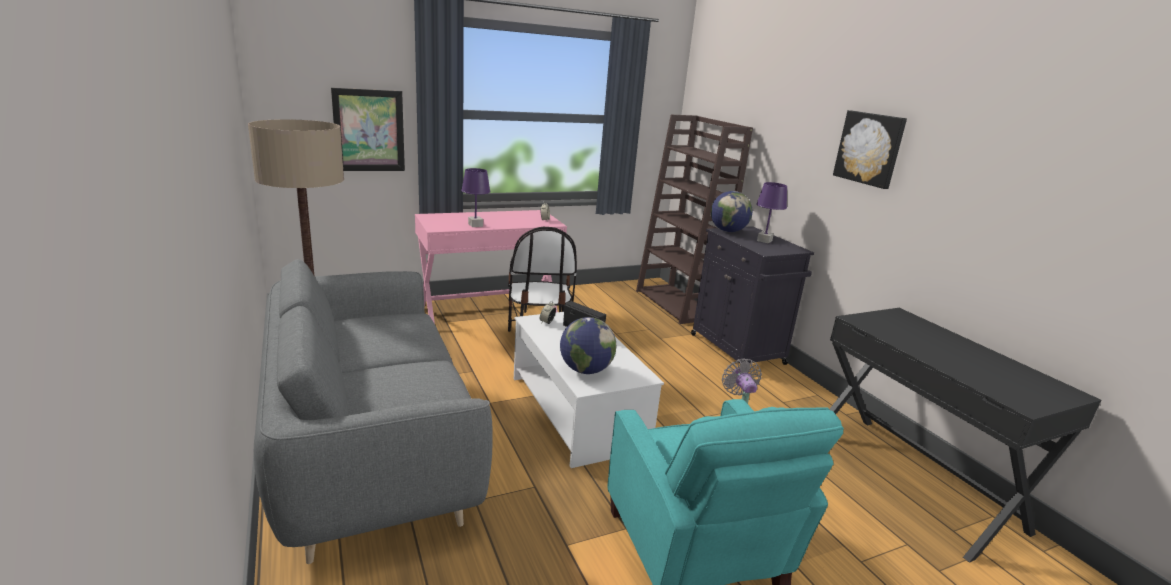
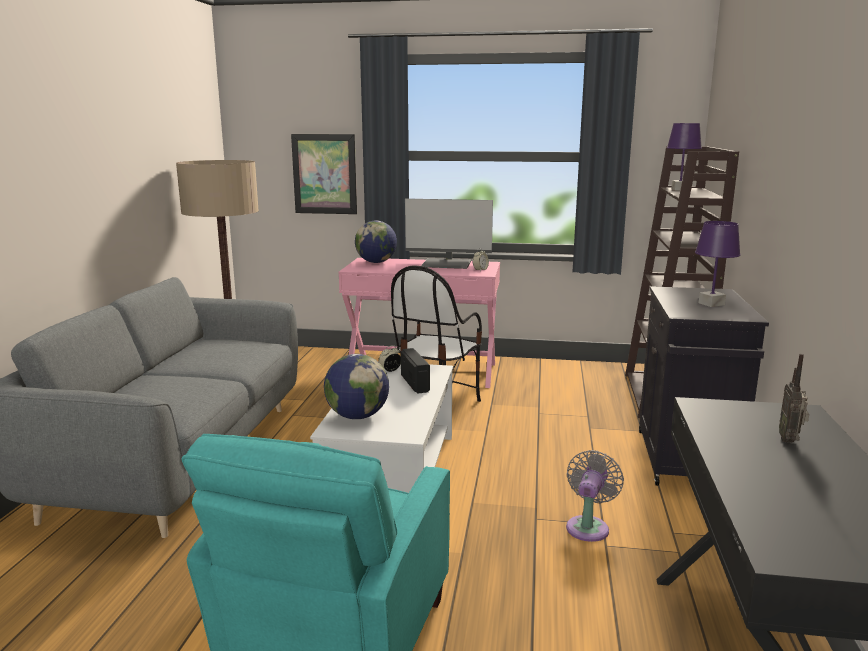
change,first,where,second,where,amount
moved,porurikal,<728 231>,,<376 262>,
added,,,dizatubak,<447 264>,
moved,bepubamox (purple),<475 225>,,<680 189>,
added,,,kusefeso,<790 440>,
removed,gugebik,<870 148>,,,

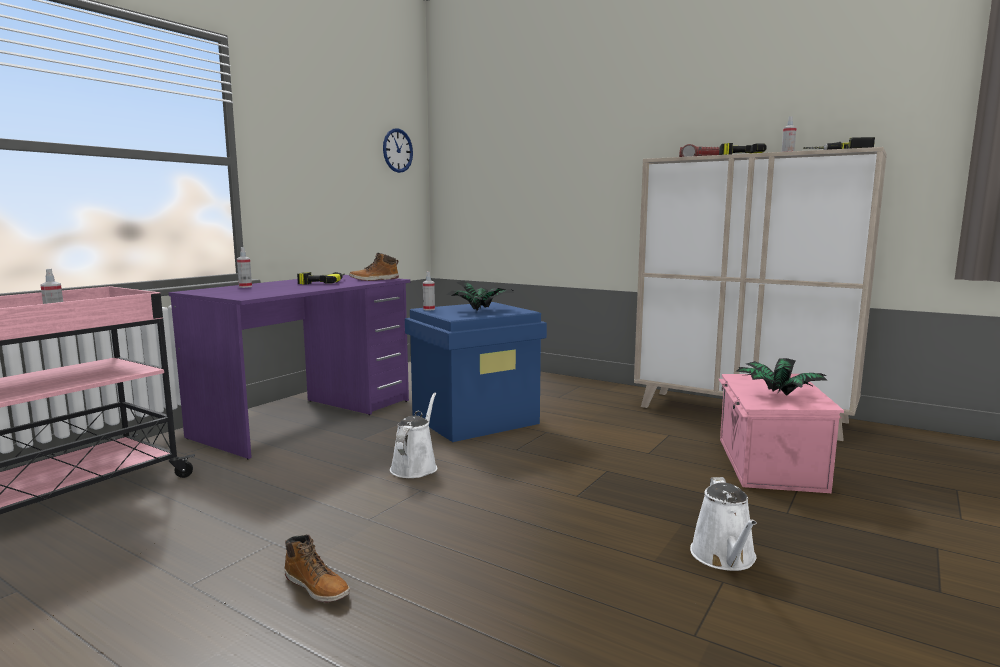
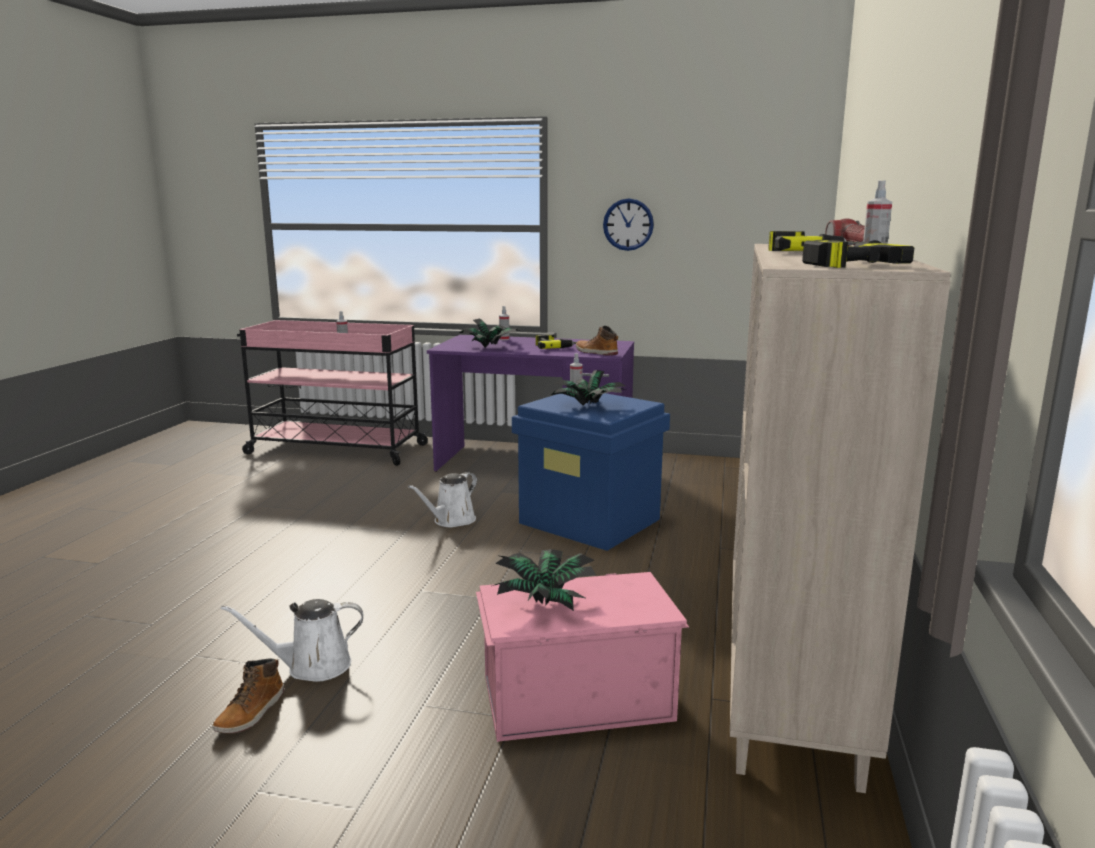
change,first,where,second,where,amount
moved,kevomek,<317 587>,,<251 713>,
turned,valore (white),<415 466>,,<451 521>,135 degrees clockwise
added,,,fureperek,<490 347>,
moved,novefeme,<397 150>,,<628 224>,

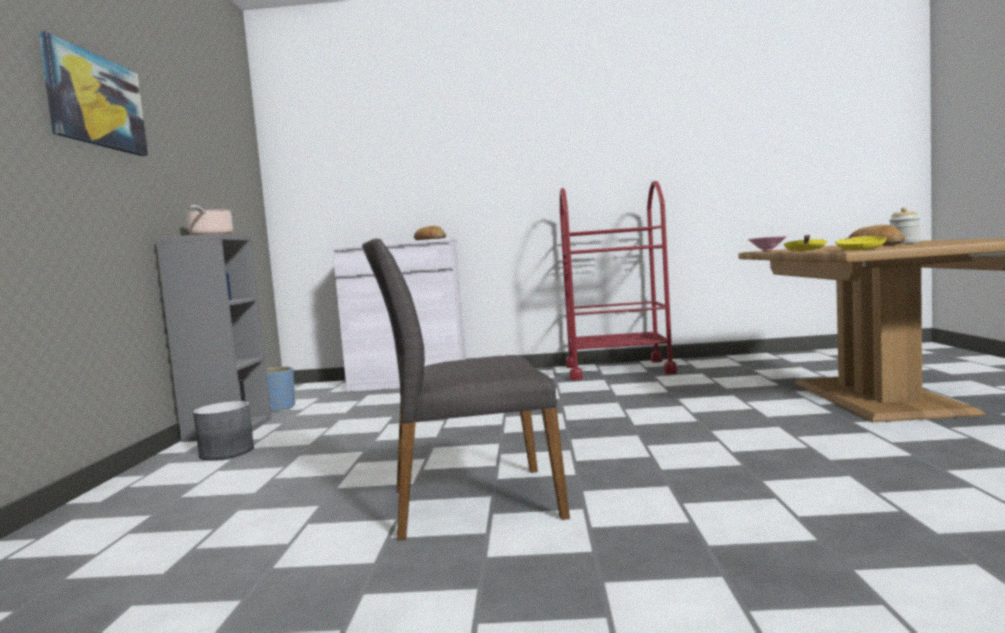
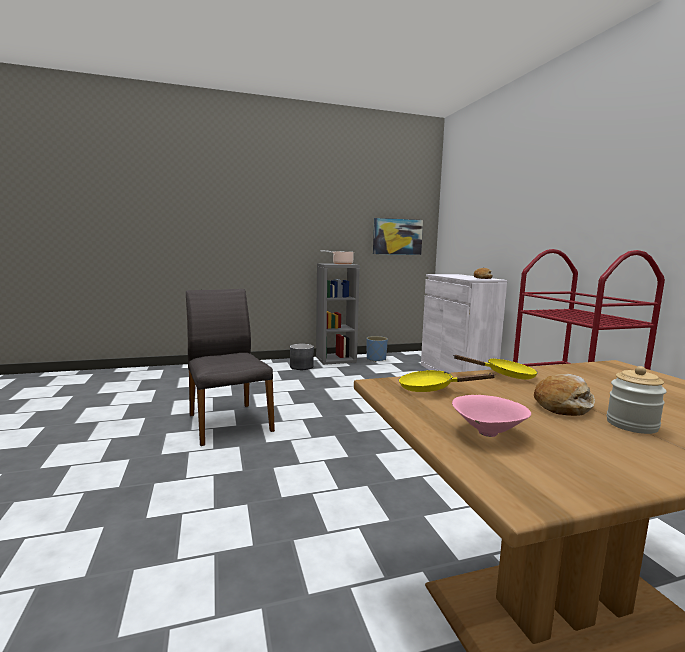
change,first,where,second,where,amount
moved,gugebik,<95 101>,,<397 236>,
moved,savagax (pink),<768 251>,,<486 434>,

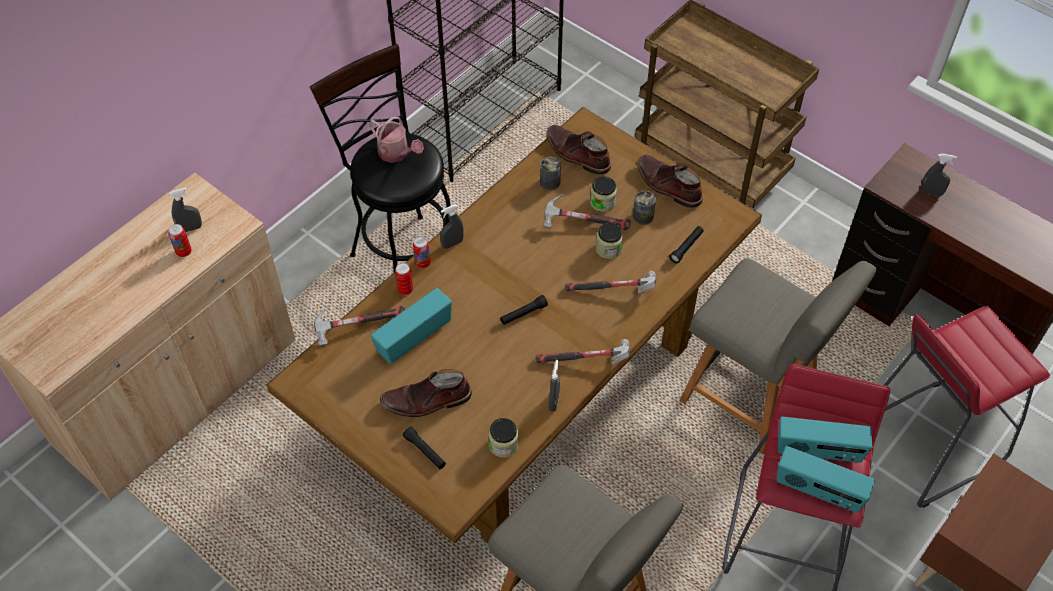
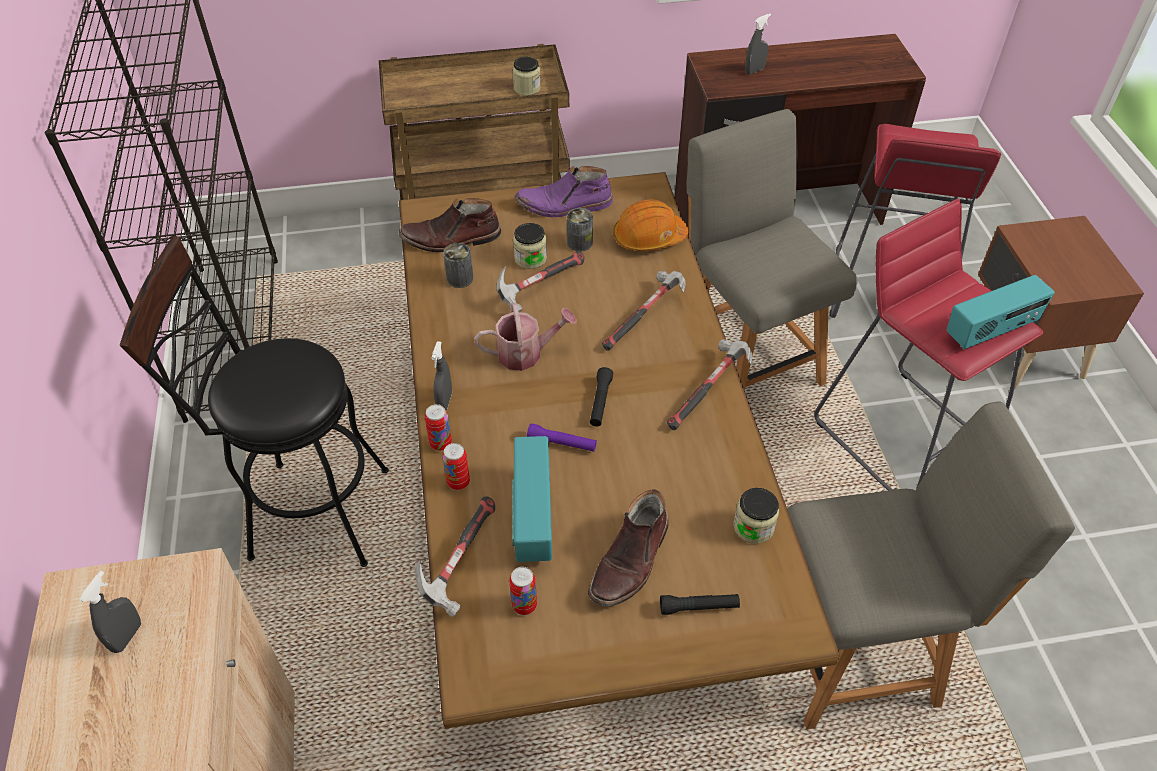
change,first,where,second,where,amount
moved,valore,<397 153>,,<526 353>,
moved,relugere,<184 252>,,<524 605>,
moved,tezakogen,<608 249>,,<527 88>,
recoloured,kevomek (brown),<667 186>,kevomek (purple),<564 205>,
added,,,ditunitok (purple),<562 443>,
replaced,ditunitok (black),<686 247>,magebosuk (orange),<648 238>,
turned,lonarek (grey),<752 396>,,<745 362>,105 degrees counterclockwise
removed,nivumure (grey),<554 402>,,,
removed,kusefeso,<818 451>,,,

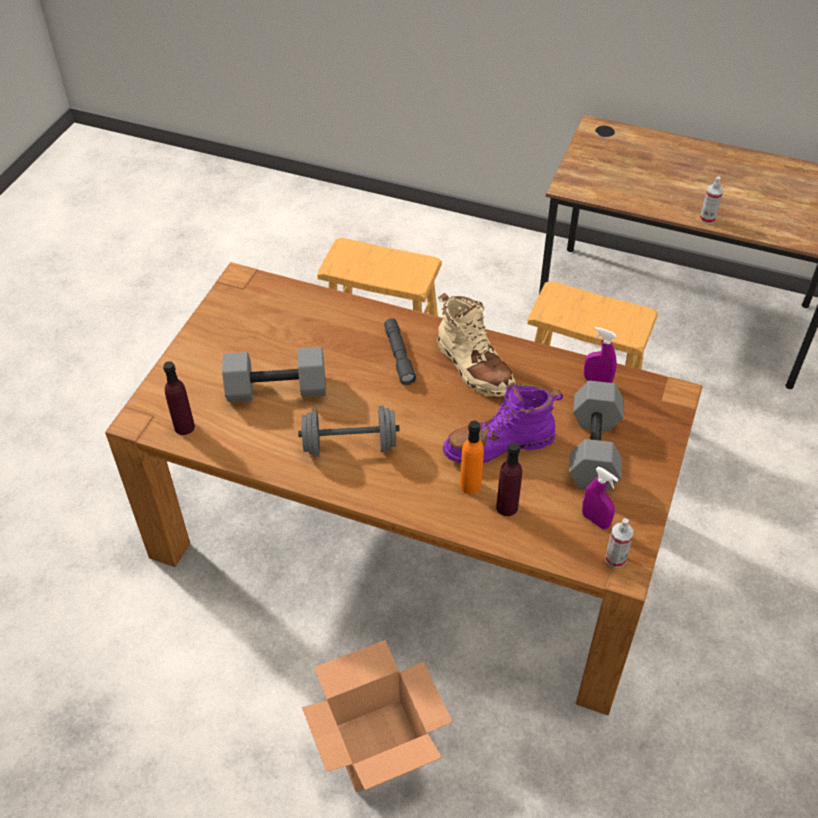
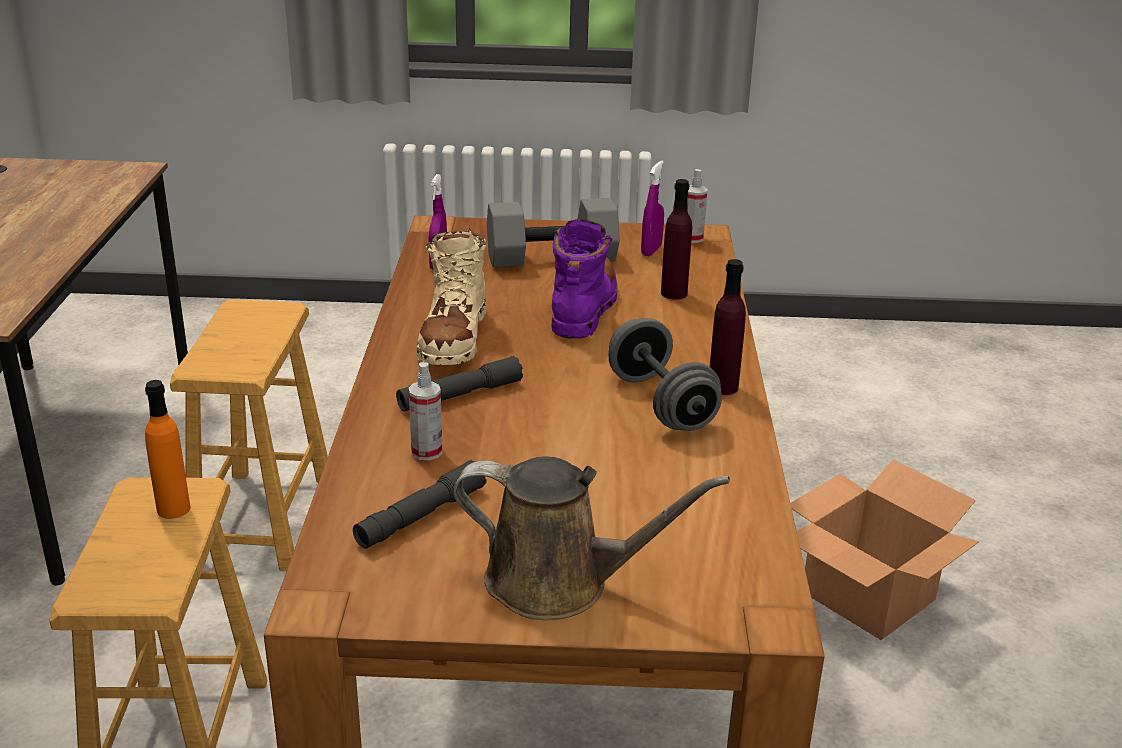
change,first,where,second,where,amount
moved,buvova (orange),<470 485>,,<173 509>,
added,,,ditunitok (grey),<421 516>,
moved,nivumure,<707 219>,,<426 452>,
turned,kevomek (beige),<474 367>,,<453 338>,150 degrees clockwise
added,,,valore (brown),<559 583>,
turned,kevomek (purple),<499 445>,,<583 307>,135 degrees counterclockwise
moved,buvova (purple),<184 427>,,<723 387>,
removed,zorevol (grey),<278 388>,,,

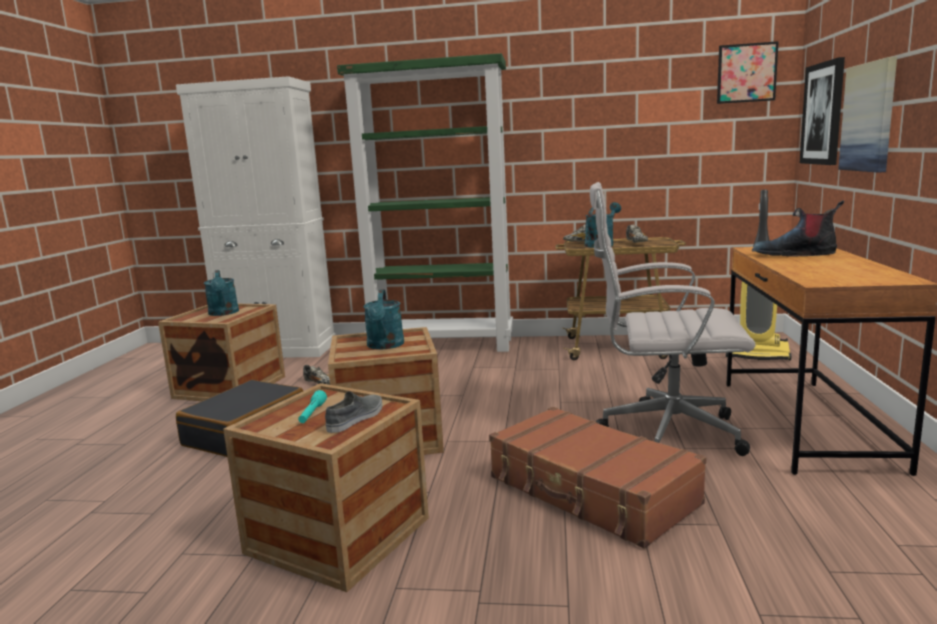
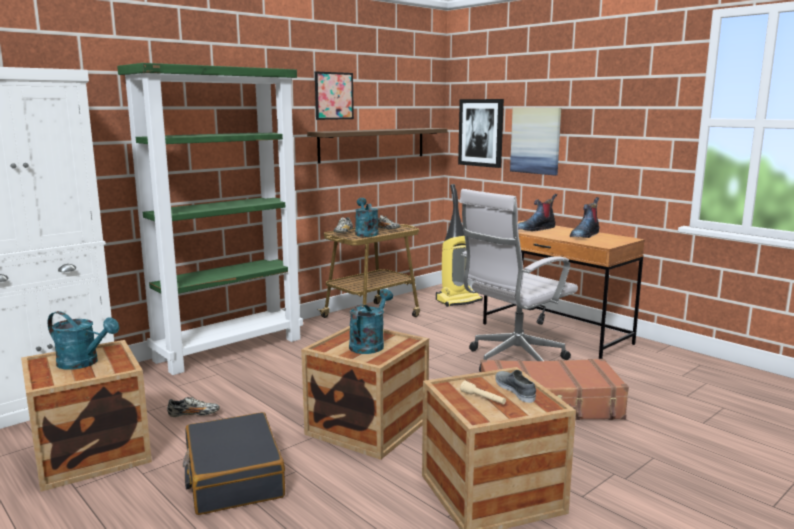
change,first,where,second,where,amount
added,,,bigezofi,<373 144>,
moved,gugebik,<746 73>,,<334 96>,
turned,valore (turquoise),<385 346>,,<369 344>,105 degrees counterclockwise
recoloured,ditunitok (turquoise),<312 414>,ditunitok (beige),<483 399>,
added,,,kevomek,<584 235>,

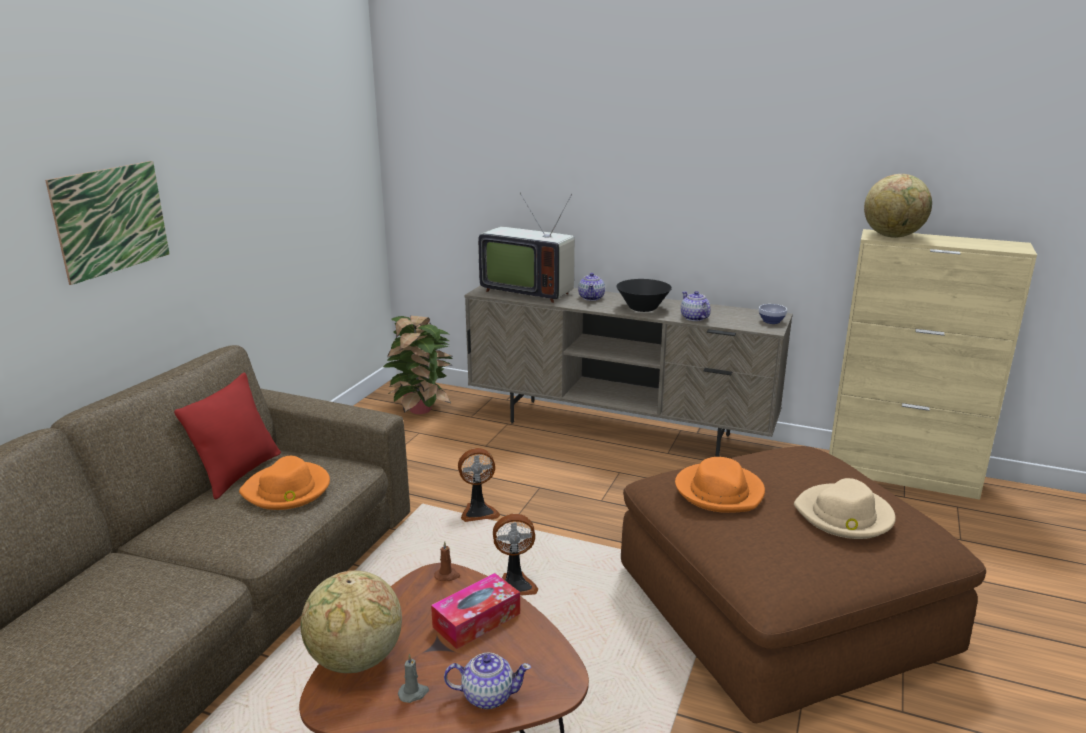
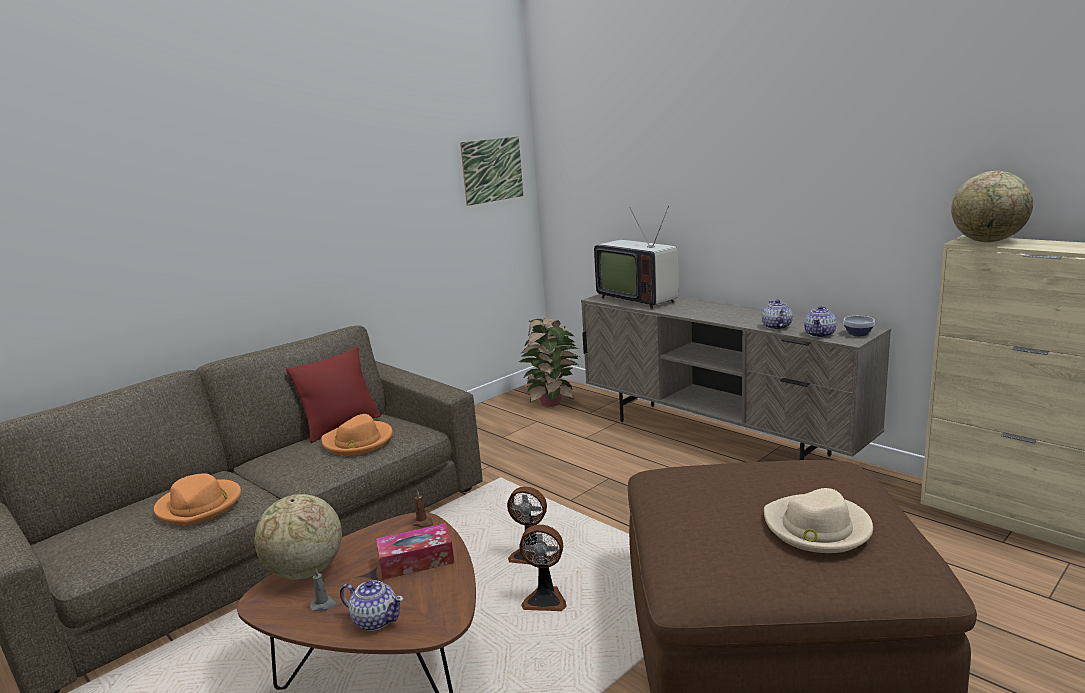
change,first,where,second,where,amount
moved,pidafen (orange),<719 491>,,<200 505>,
moved,gugebik,<111 220>,,<492 170>,
moved,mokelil,<478 512>,,<545 599>,
moved,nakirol,<591 298>,,<820 334>,
removed,savagax (black),<642 308>,,,

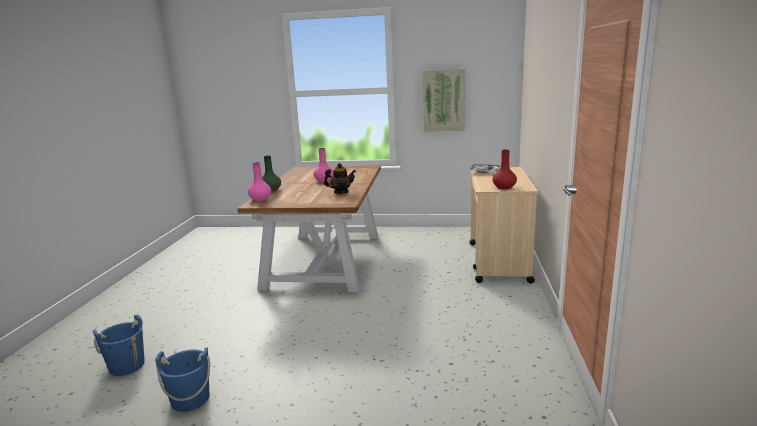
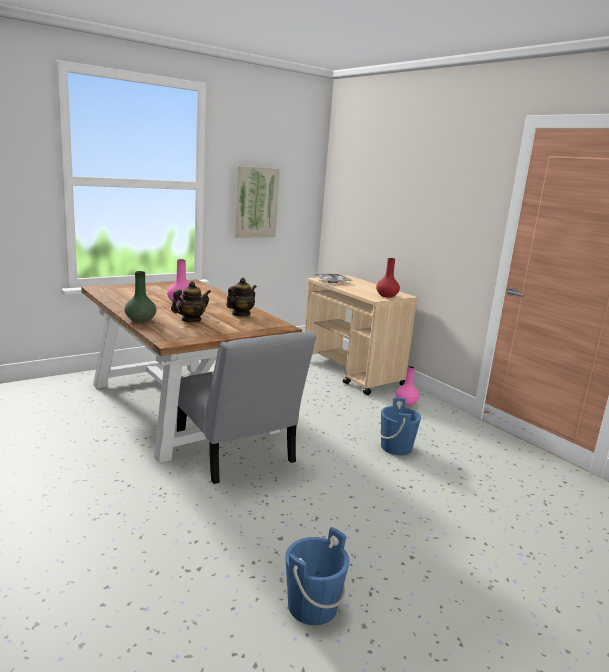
change,first,where,second,where,amount
added,,,nakirol,<191 320>,
added,,,lonarek (grey),<237 455>,
moved,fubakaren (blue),<127 366>,,<396 447>,
moved,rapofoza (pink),<260 199>,,<406 403>,

